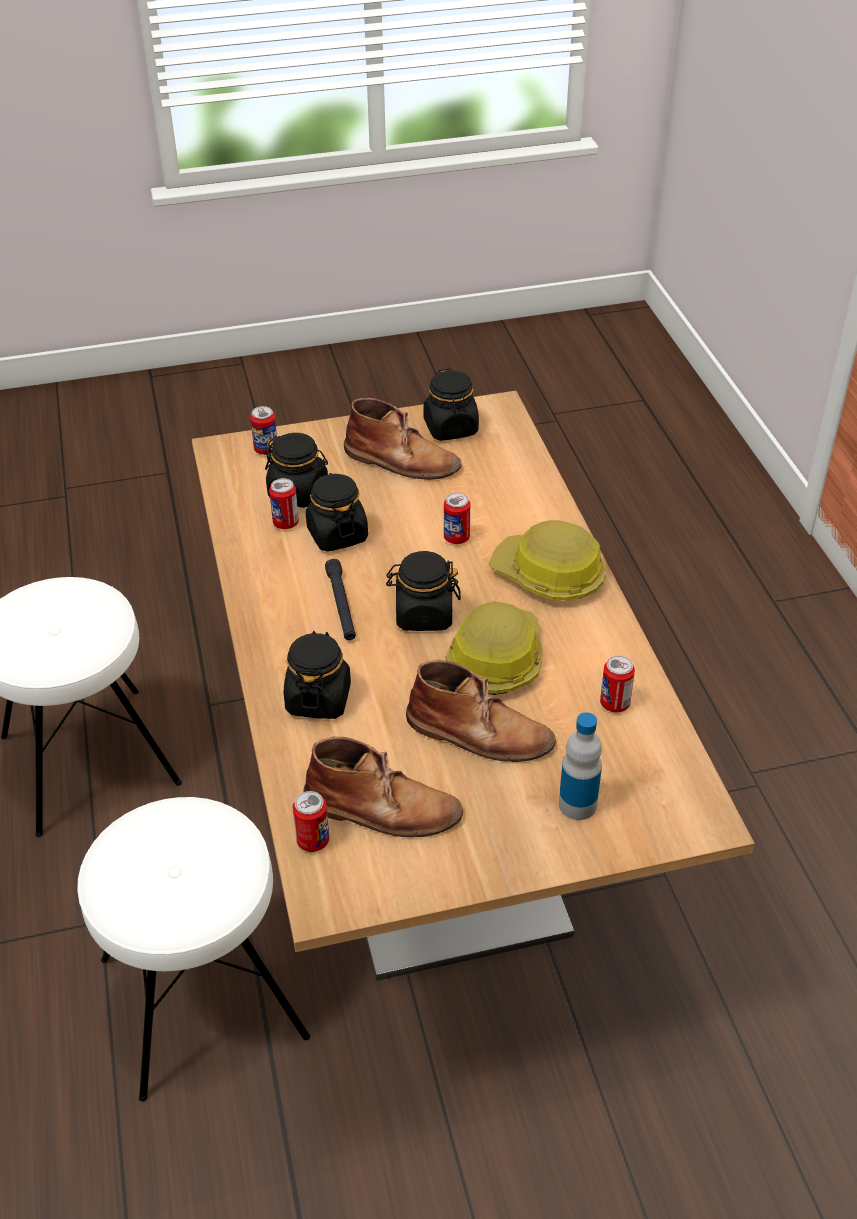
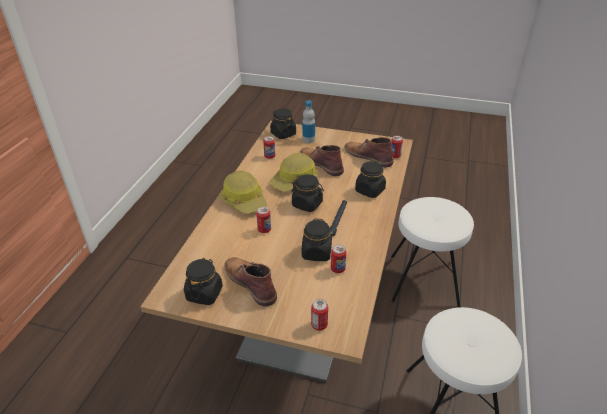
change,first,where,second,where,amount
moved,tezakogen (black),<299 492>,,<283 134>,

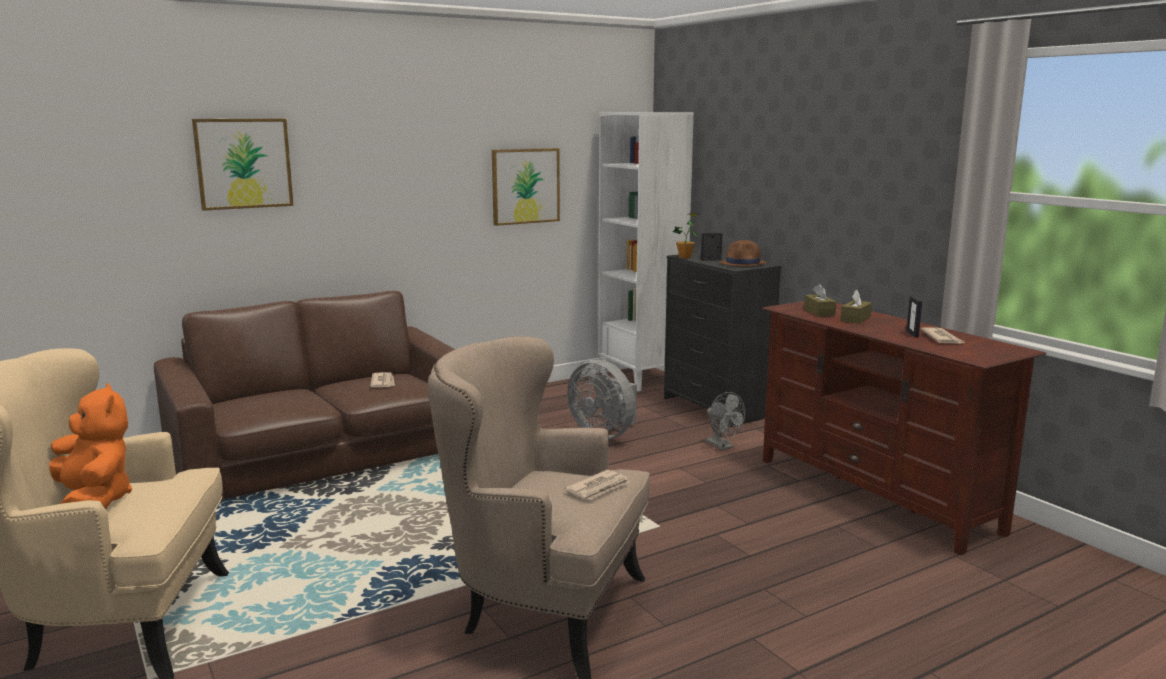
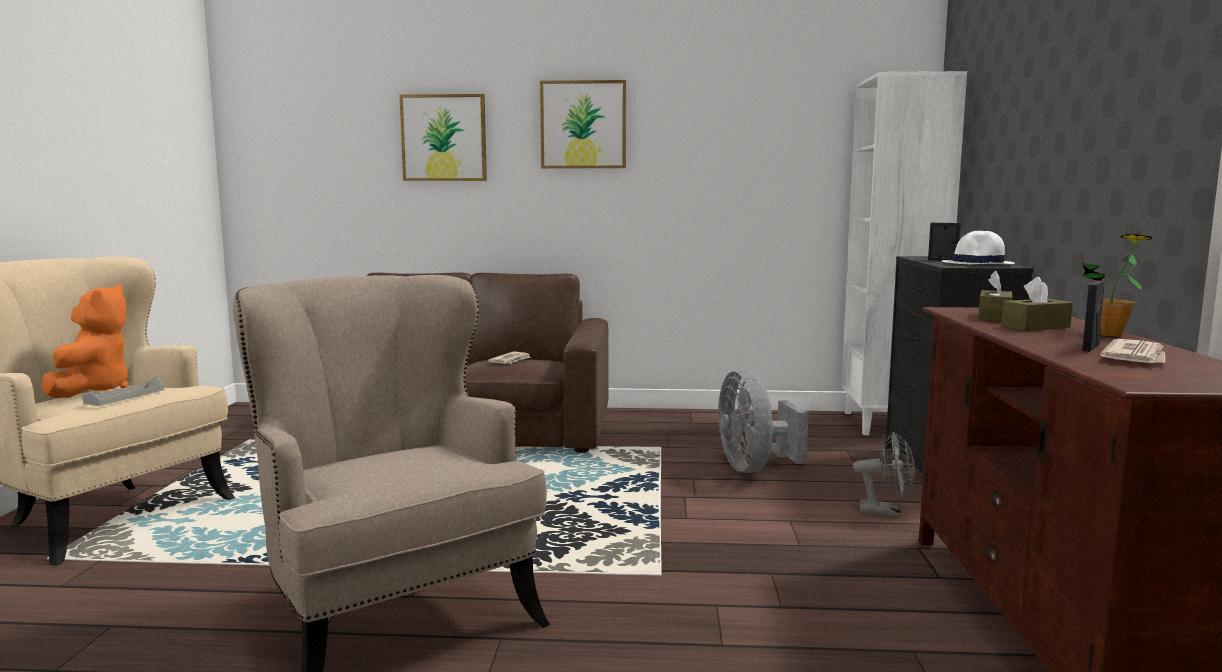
change,first,where,second,where,amount
added,,,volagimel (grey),<125 396>,
moved,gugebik,<525 186>,,<583 125>,
turned,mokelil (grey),<722 446>,,<886 512>,75 degrees counterclockwise
recoloured,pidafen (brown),<743 263>,pidafen (white),<978 264>,
moved,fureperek,<685 257>,,<1108 334>,
removed,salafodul,<599 488>,,,

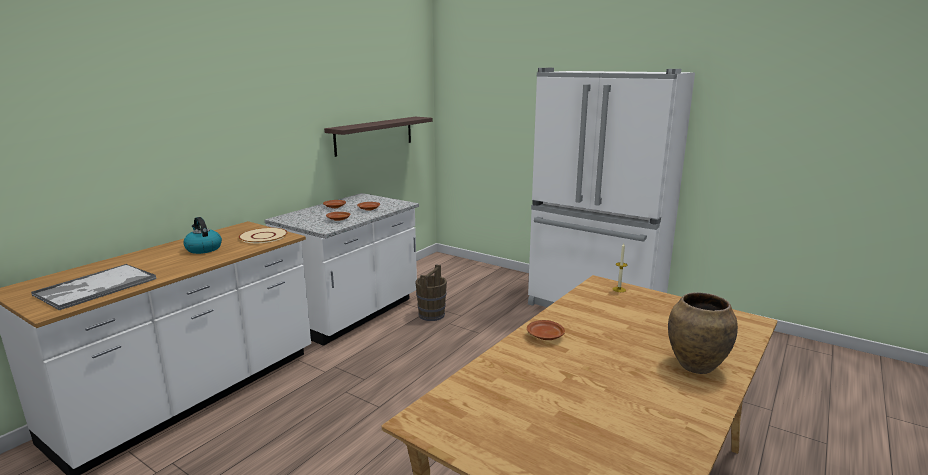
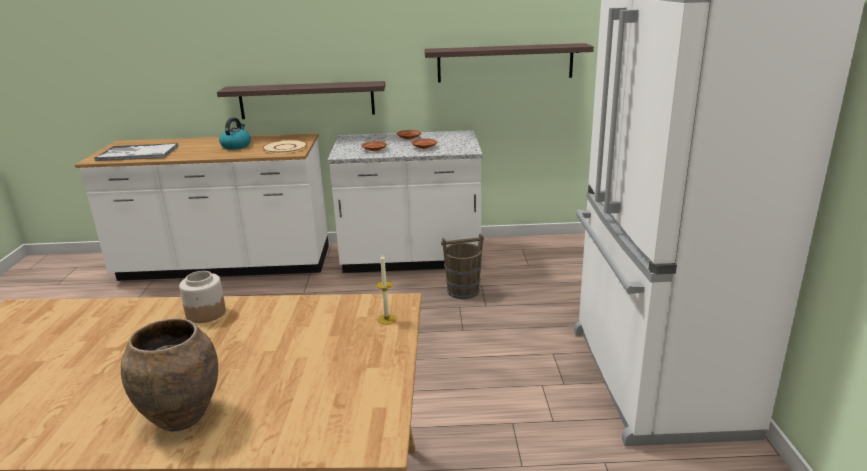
change,first,where,second,where,amount
replaced,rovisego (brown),<545 336>,tezakogen,<205 313>,
added,,,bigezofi,<307 100>,

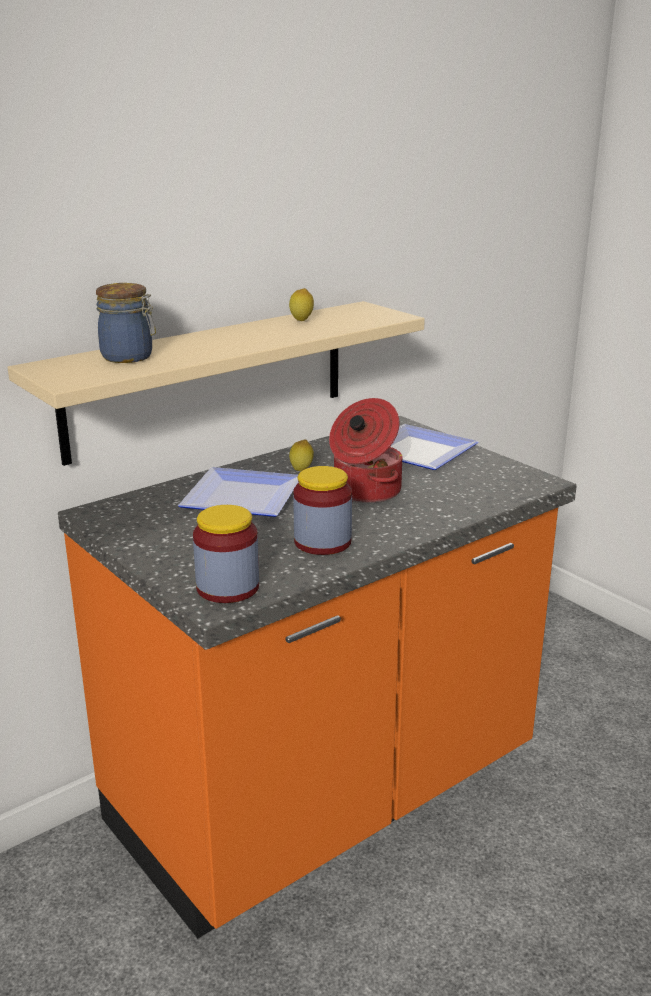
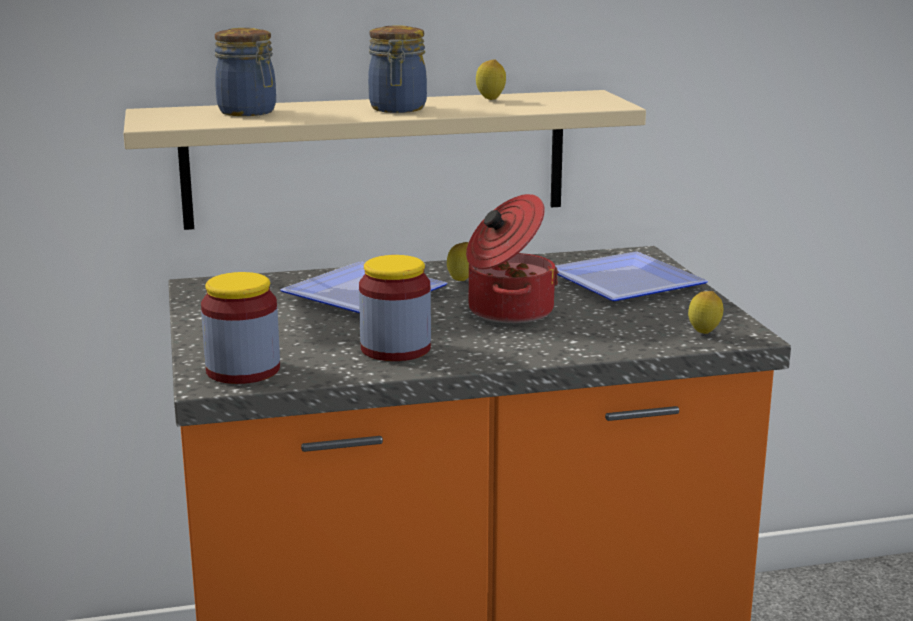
change,first,where,second,where,amount
added,,,tezakogen,<397 109>,
added,,,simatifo,<704 334>,

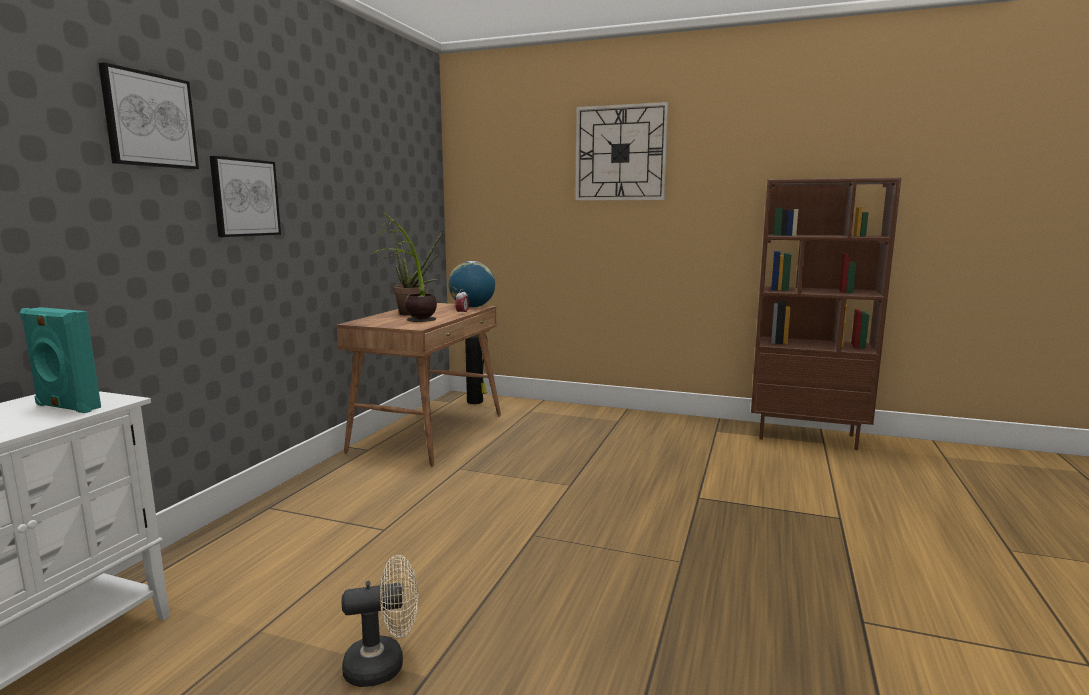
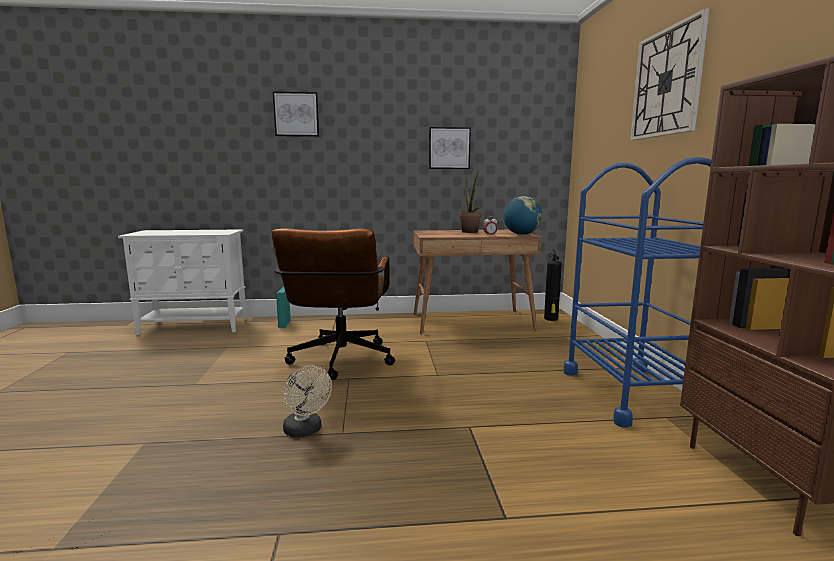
change,first,where,second,where,amount
added,,,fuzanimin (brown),<339 362>,
moved,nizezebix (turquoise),<66 407>,,<283 324>,
moved,mokelil (beige),<384 665>,,<305 431>,
moved,gugebik,<245 197>,,<449 148>,
added,,,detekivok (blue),<632 393>,
removed,fureperek,<411 322>,,,

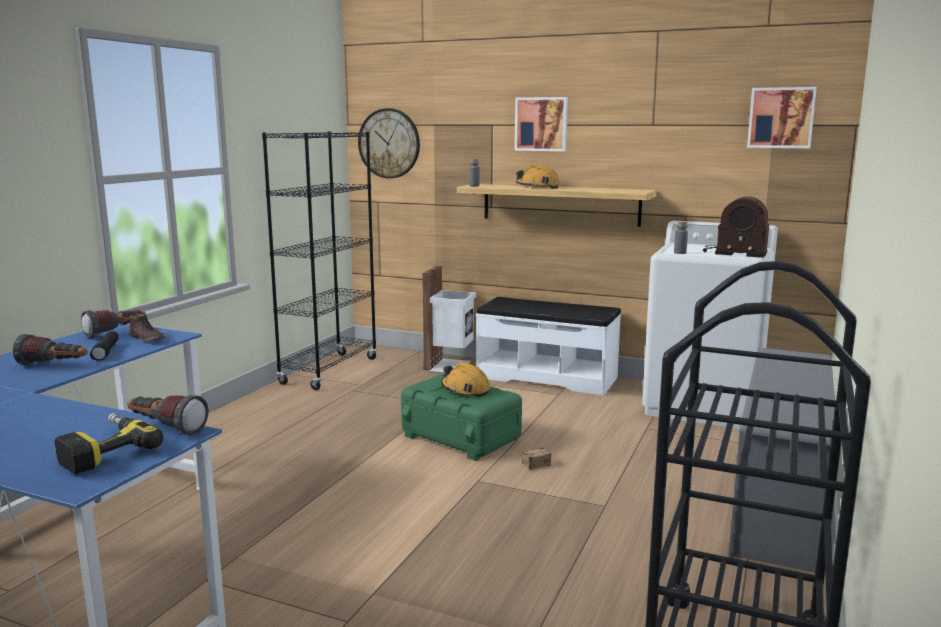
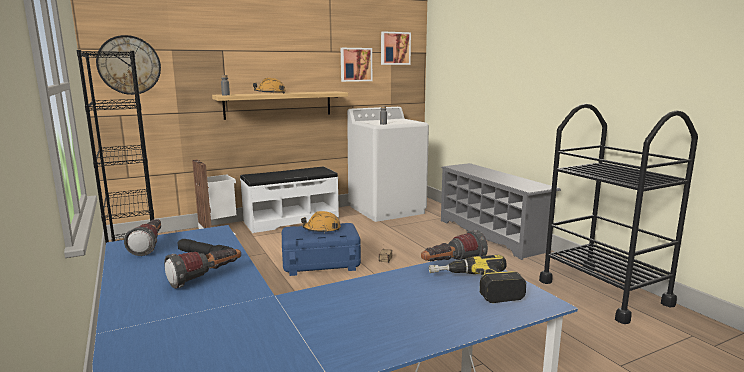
change,first,where,second,where,amount
recoloured,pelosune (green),<461 437>,pelosune (blue),<321 263>,
moved,gugebik,<541 124>,,<355 64>,
removed,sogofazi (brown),<148 338>,,,
removed,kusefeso,<734 252>,,,

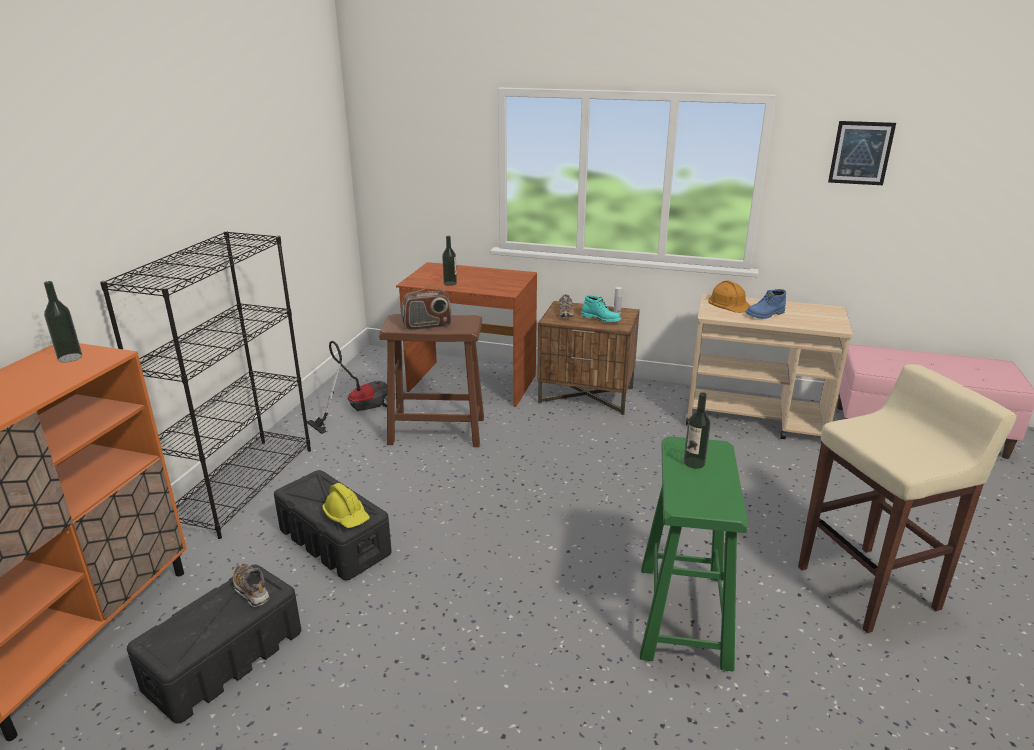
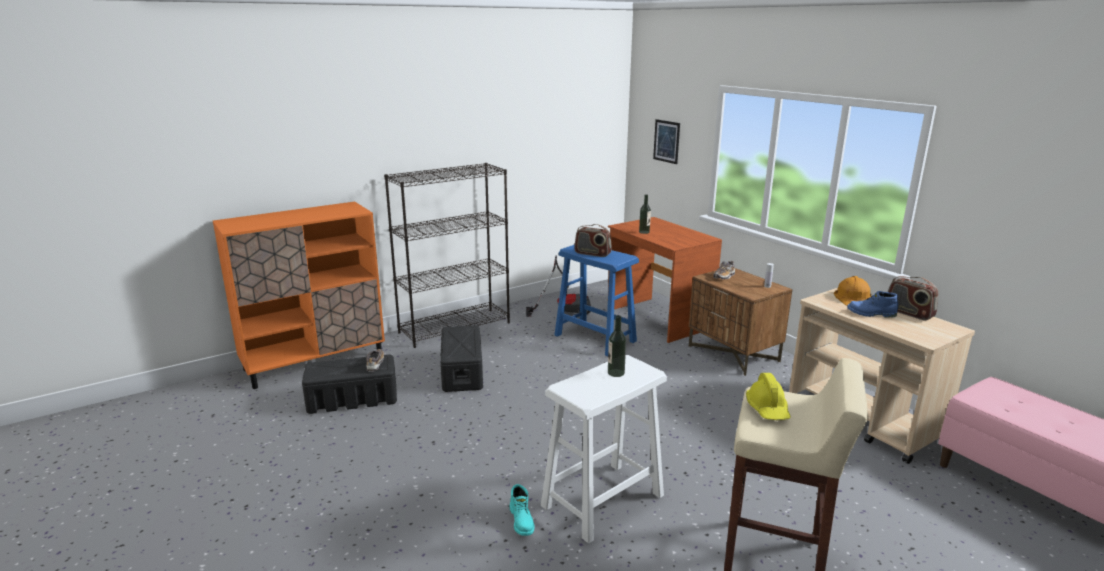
change,first,where,second,where,amount
moved,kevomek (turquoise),<601 319>,,<522 521>,
recoloured,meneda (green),<683 616>,meneda (white),<602 501>,
recoloured,meneda (brown),<436 430>,meneda (blue),<594 338>,
moved,gugebik,<861 153>,,<666 141>,
moved,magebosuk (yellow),<347 516>,,<767 409>,
added,,,kusefeso,<908 313>,
removed,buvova,<70 357>,,,

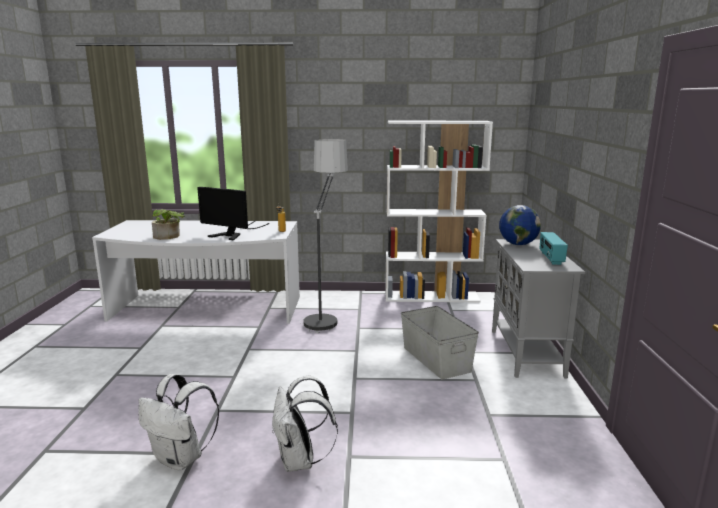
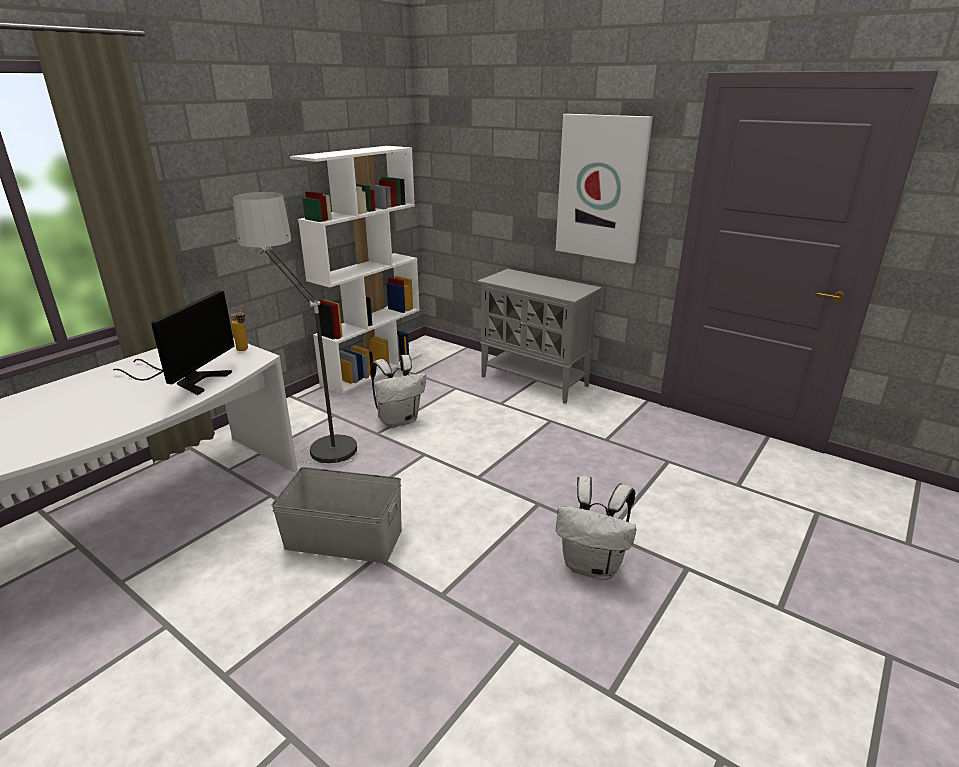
change,first,where,second,where,amount
turned,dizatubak,<233 234>,,<188 379>,45 degrees counterclockwise
moved,pelosune (grey),<436 359>,,<343 538>,
moved,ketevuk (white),<181 458>,,<399 420>,
added,,,gugebik,<601 188>,
removed,fureperek,<169 237>,,,
removed,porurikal,<518 244>,,,
removed,kusefeso,<550 258>,,,

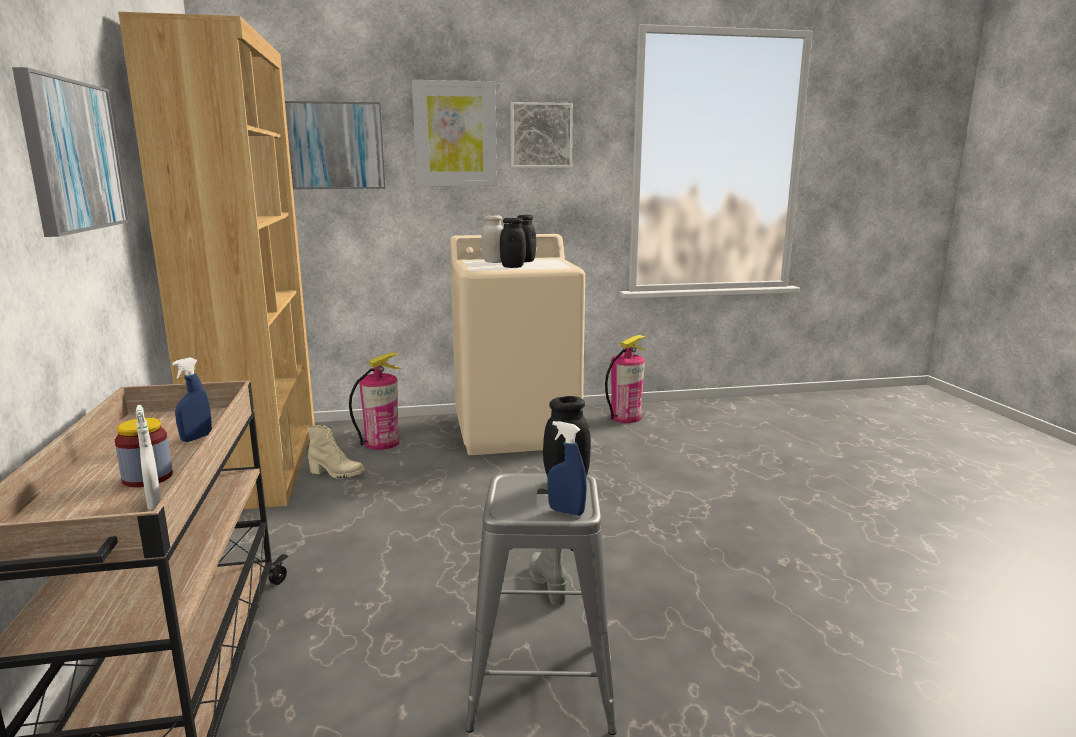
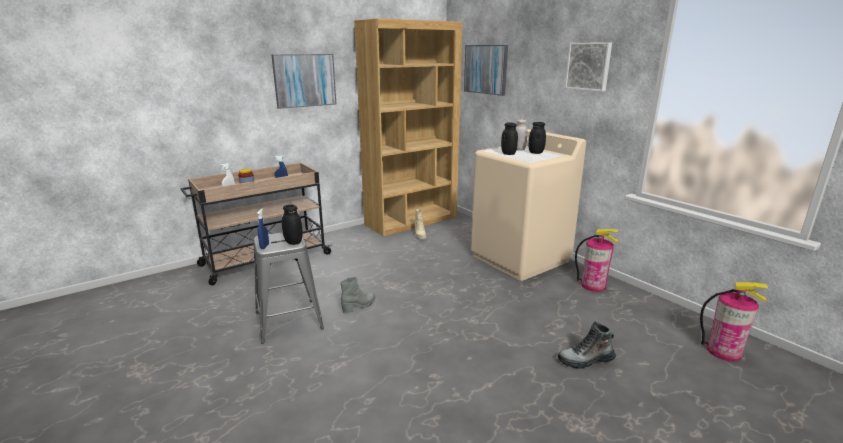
change,first,where,second,where,amount
added,,,kevomek,<585 360>,
moved,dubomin,<382 443>,,<723 351>,
removed,gugebik,<455 134>,,,

